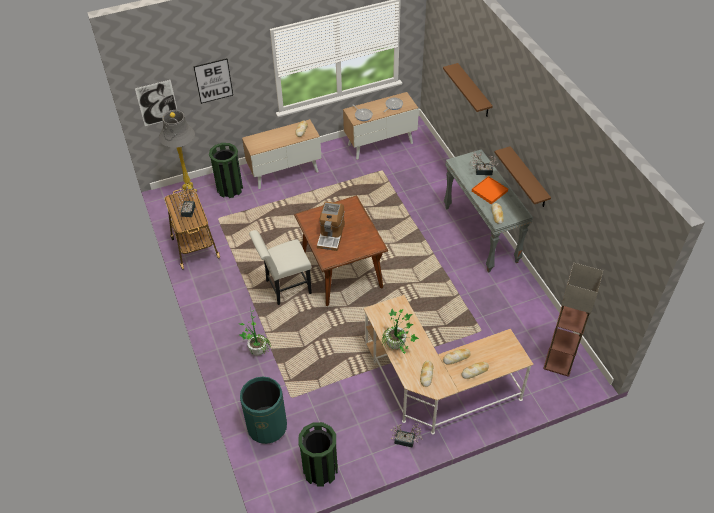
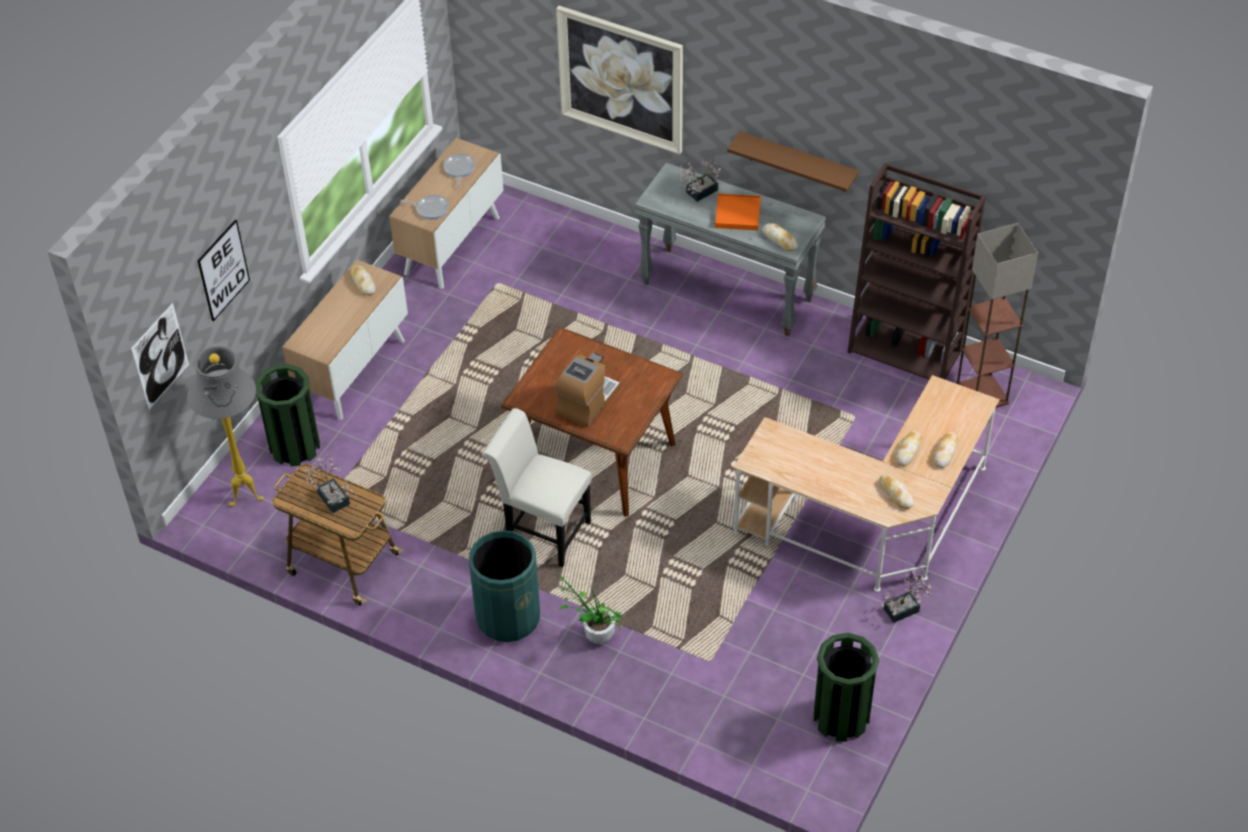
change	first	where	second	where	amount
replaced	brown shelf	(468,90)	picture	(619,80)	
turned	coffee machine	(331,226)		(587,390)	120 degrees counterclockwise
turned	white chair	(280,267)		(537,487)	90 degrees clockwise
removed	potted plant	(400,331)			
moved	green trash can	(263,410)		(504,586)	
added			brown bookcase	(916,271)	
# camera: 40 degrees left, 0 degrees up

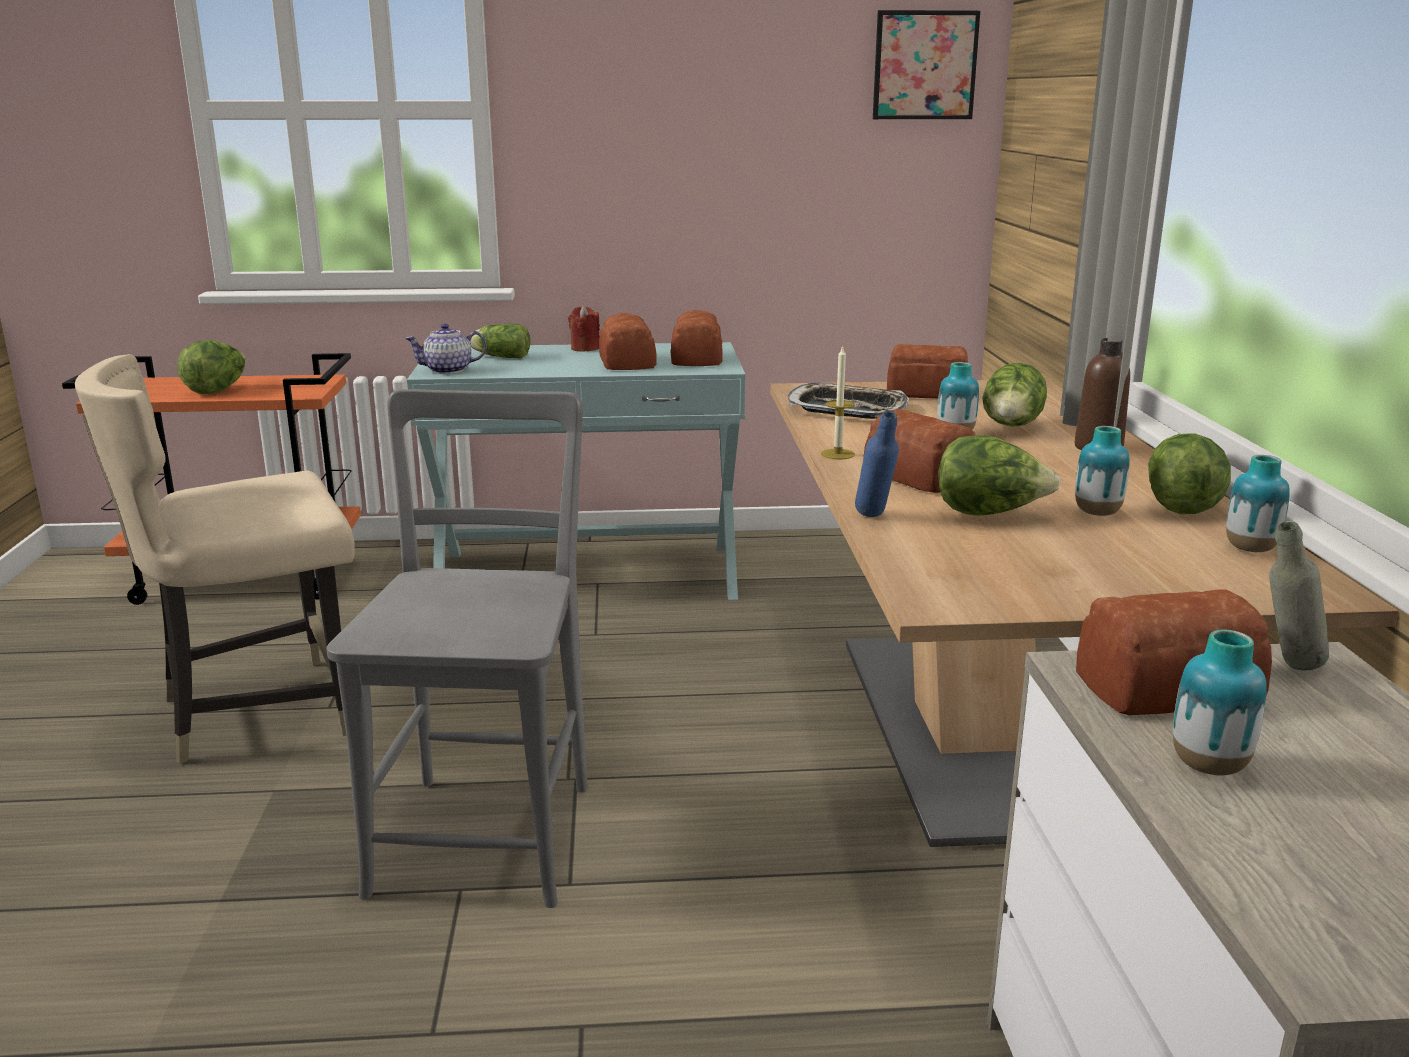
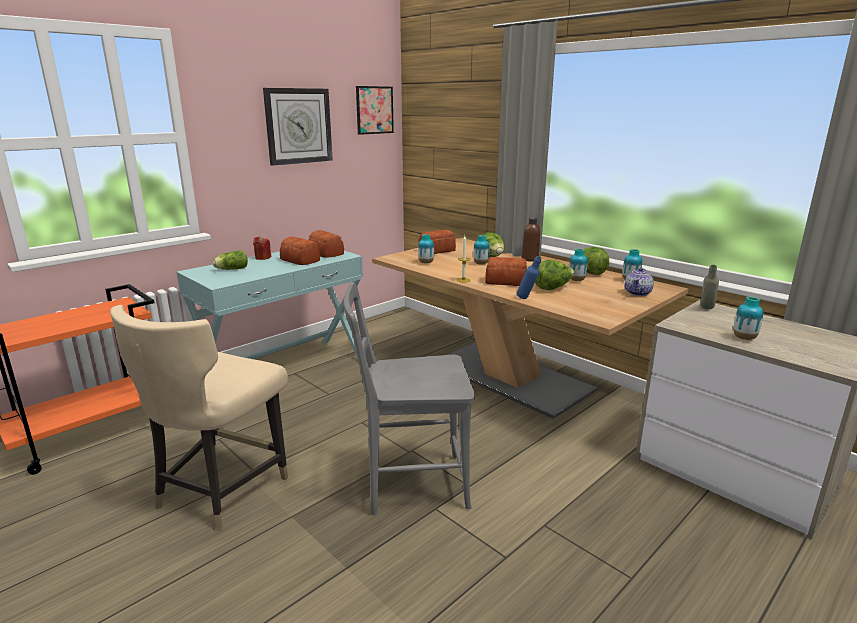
change	first	where	second	where	amount
moved	teapot	(445,349)		(639,282)	
removed	lettuce	(211,367)			
replaced	tray	(848,401)	vase	(426,249)	
turned	grey chair	(457,648)		(409,398)	60 degrees counterclockwise
removed	bread	(1174,652)			
added			wall clock	(298,127)	
# camera: 40 degrees left, 0 degrees up

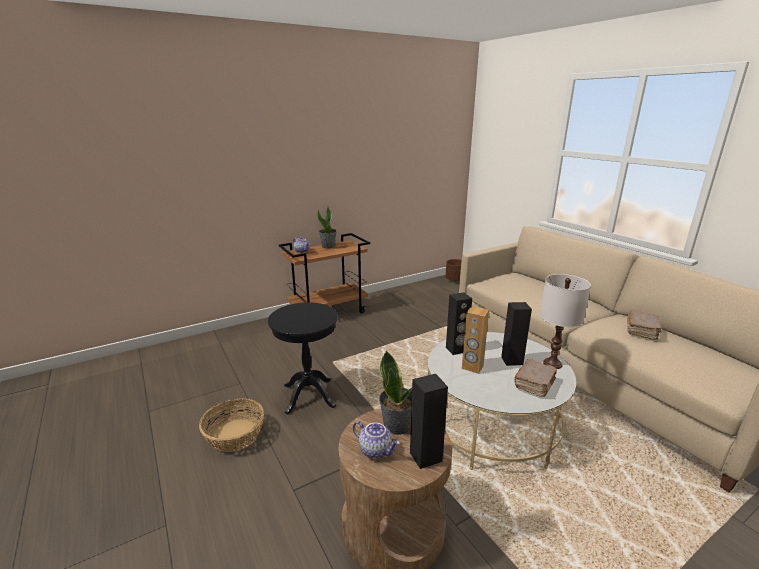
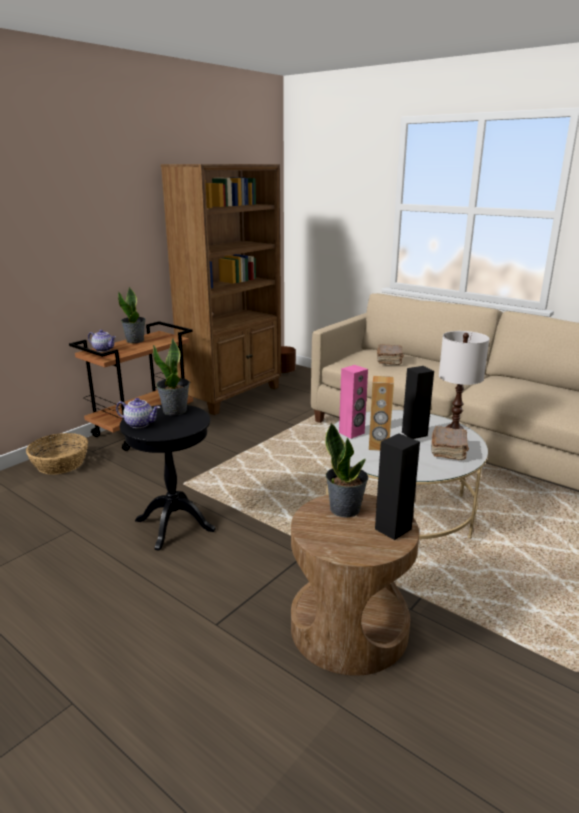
change	first	where	second	where	amount
recoloured	black speaker	(459,324)	pink speaker	(353,402)	
moved	brown book	(644,325)		(390,354)	
moved	basket	(231,425)		(57,454)	
moved	teapot	(376,440)		(138,413)	
added			brown bookcase	(221,289)	
added			potted plant	(171,376)	
# camera: 20 degrees left, 0 degrees up

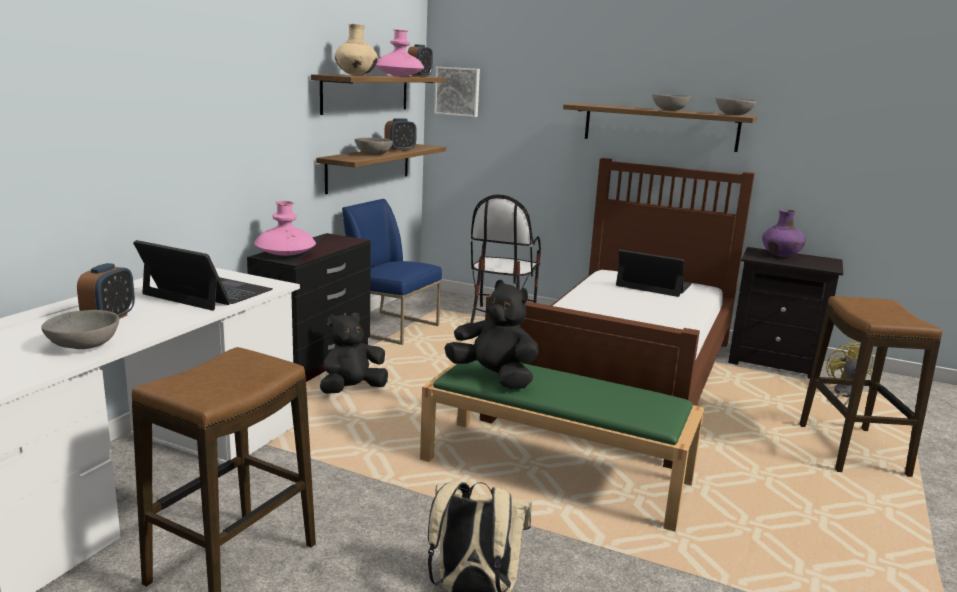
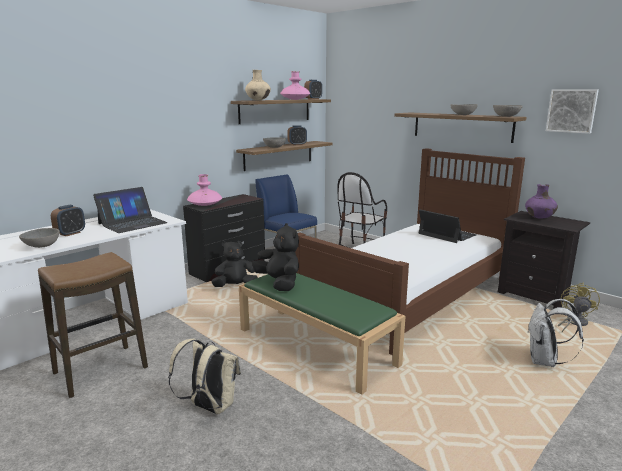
change	first	where	second	where	amount
moved	picture	(457,92)		(572,112)	
turned	laptop	(202,275)		(130,210)	90 degrees clockwise
replaced	stool	(870,386)	white backpack	(555,333)	
# camera: 20 degrees right, 0 degrees up

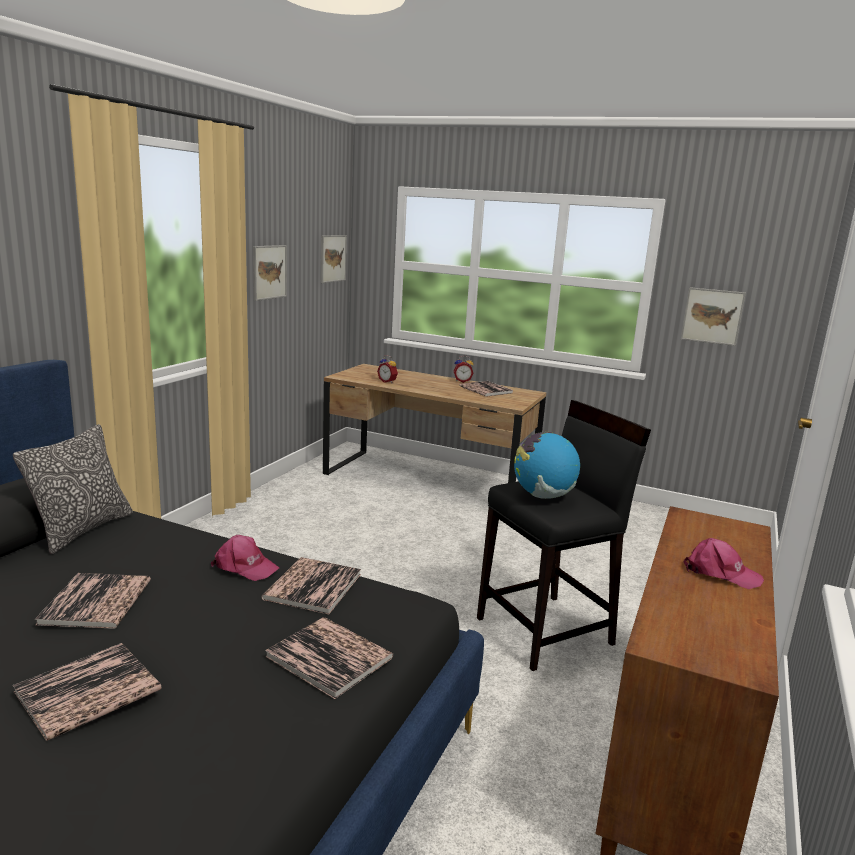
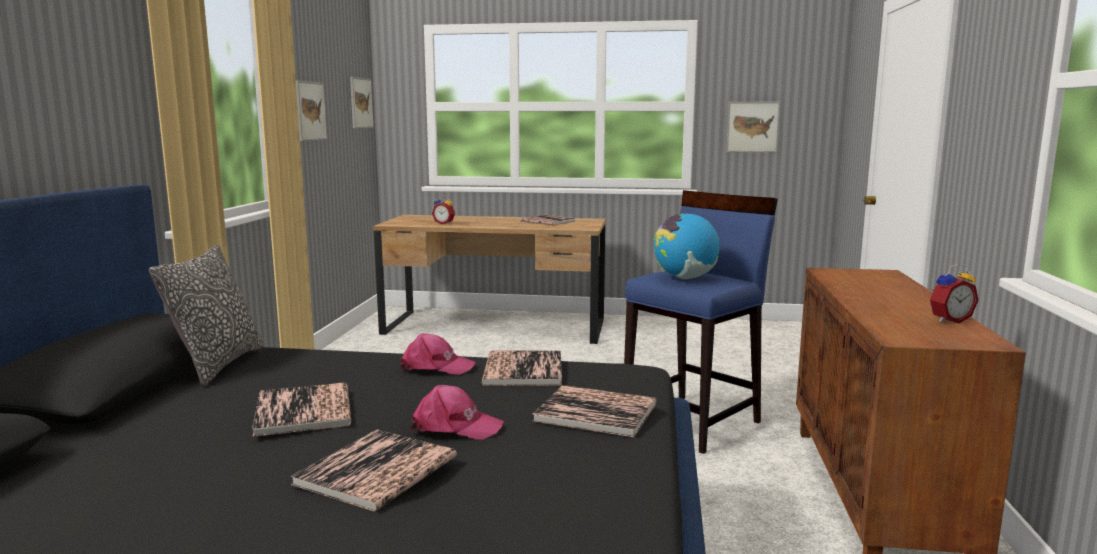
change	first	where	second	where	amount
moved	alarm clock	(463,369)		(954,293)	
recoloured	black stool	(564,535)	blue stool	(701,322)	
moved	pink cap	(724,563)		(457,412)	
# camera: 15 degrees left, 5 degrees down

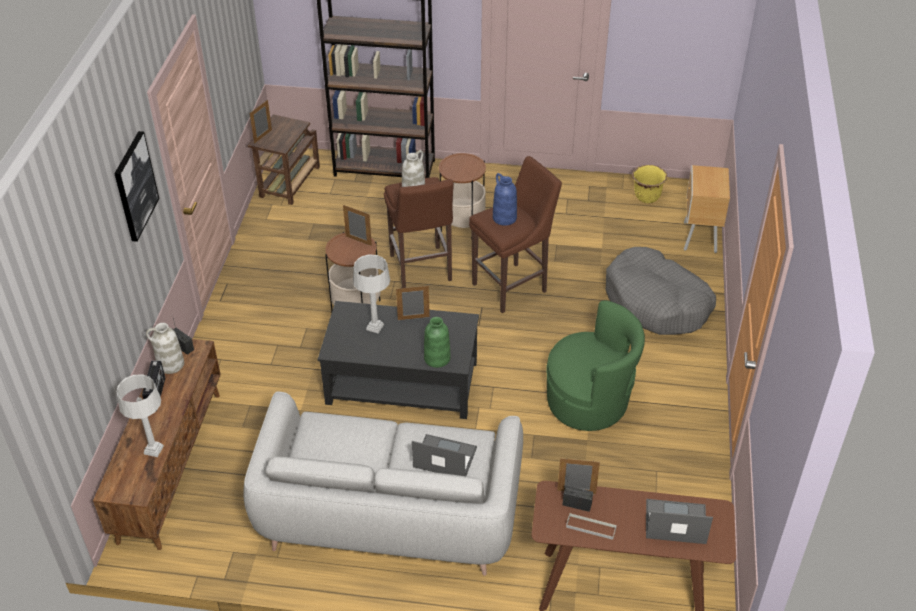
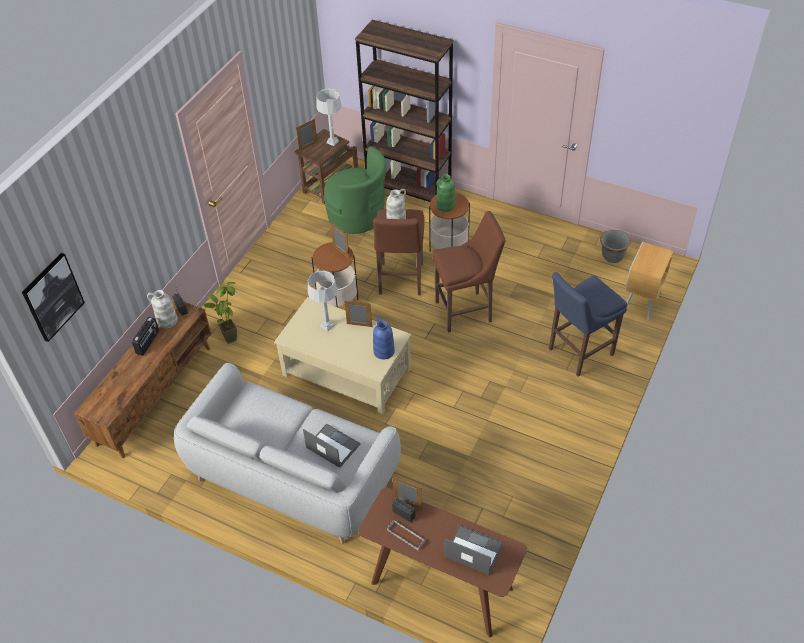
change	first	where	second	where	amount
moved	picture	(136,186)		(53,297)	
recoloured	yellow planter	(649,184)	grey planter	(615,246)	
moved	blue vase	(505,199)		(384,338)	
replaced	grey dog bed	(661,291)	blue stool	(588,324)	
moved	green armchair	(595,365)		(355,190)	
recoloured	black coffee table	(398,360)	beige coffee table	(342,355)	
moved	green vase	(437,342)		(445,193)	
moved	grey table lamp	(140,415)		(329,117)	
added			potted plant	(220,313)	
# camera: 20 degrees right, 5 degrees up

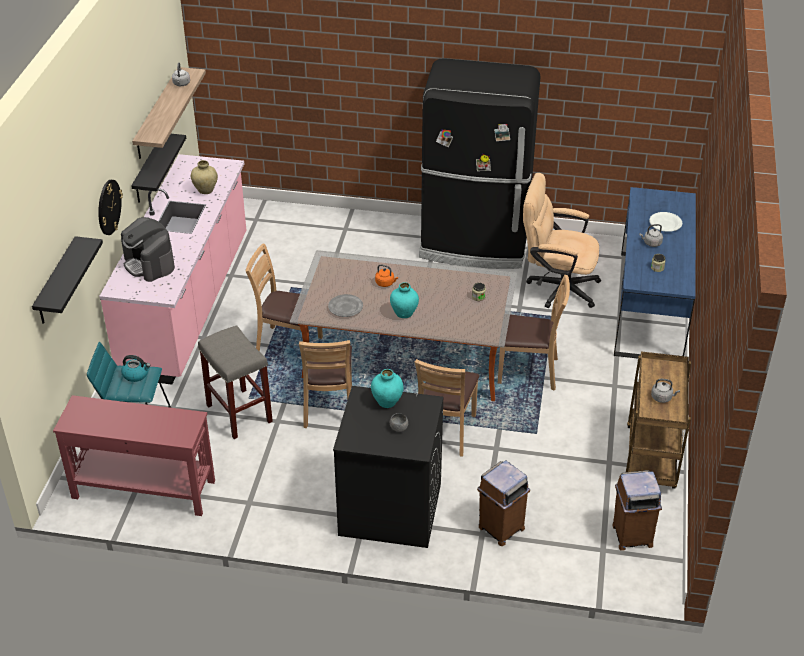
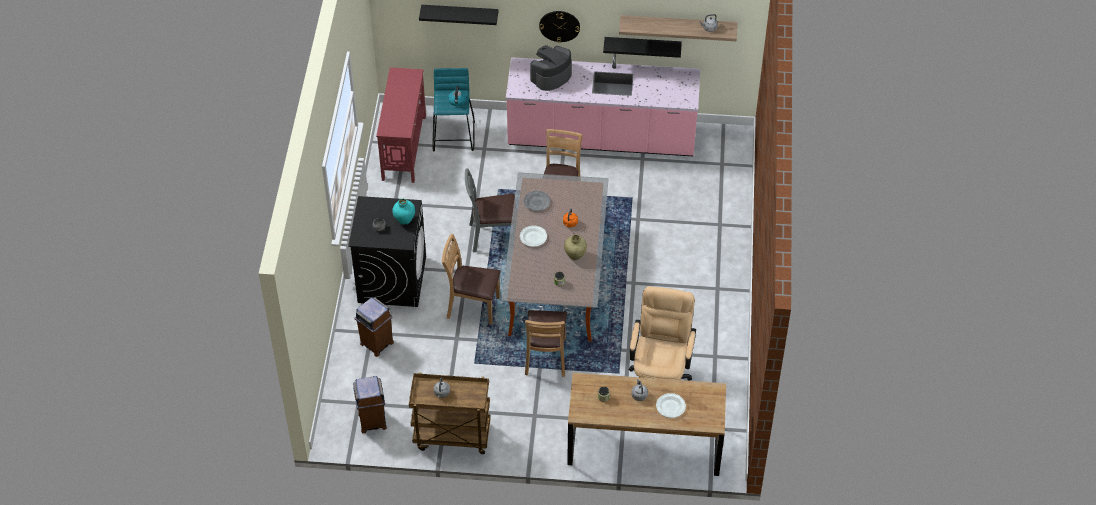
change	first	where	second	where	amount
removed	black fridge	(479,163)			
moved	beige vase	(204,177)		(575,247)	
recoloured	blue desk	(655,273)	brown desk	(646,424)	
replaced	turquoise vase	(404,300)	white plate	(533,236)	
removed	grey stool	(235,382)			
recoloured	brown chair	(325,384)	grey chair	(490,210)	
# camera: 85 degrees right, 10 degrees up

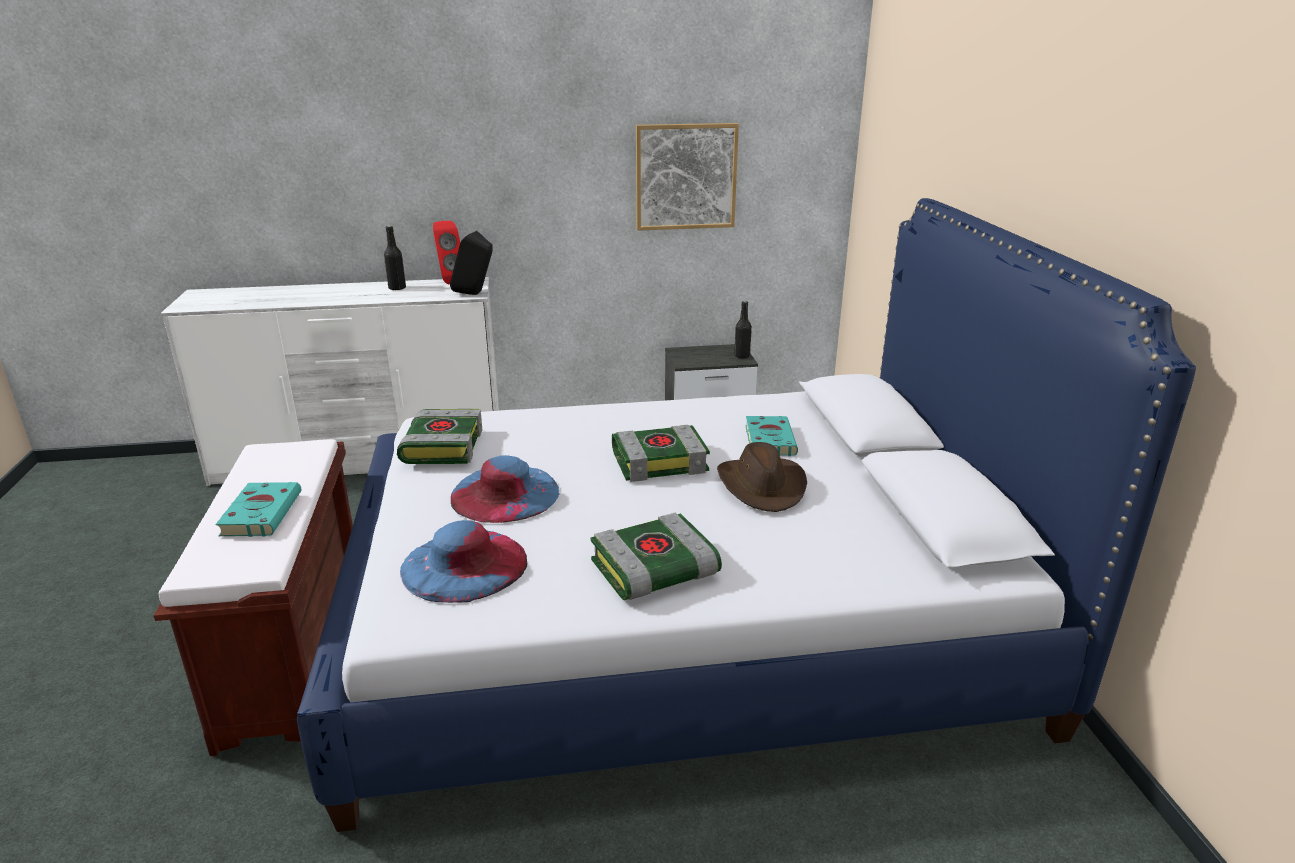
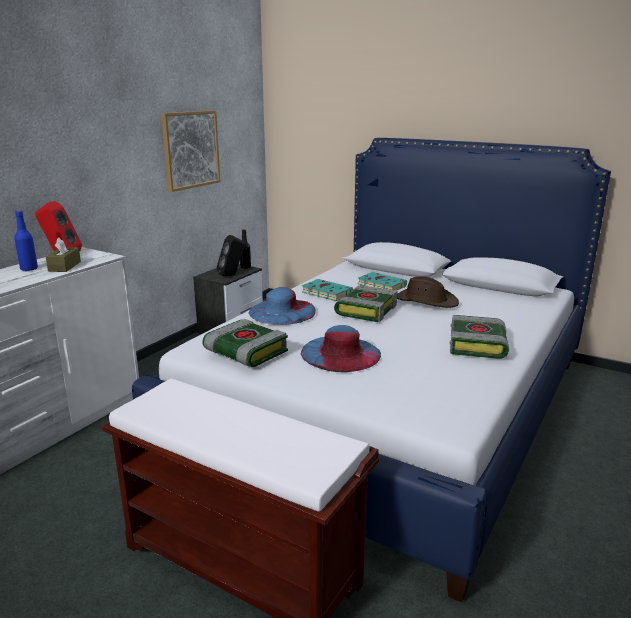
change	first	where	second	where	amount
recoloured	black bottle	(395,258)	blue bottle	(26,241)	
moved	black speaker	(471,263)		(230,255)	
moved	turquoise book	(258,509)		(327,290)	
moved	blue hat	(463,561)		(282,306)	
added			brown tissue box	(63,255)	
# camera: 50 degrees left, 5 degrees down

